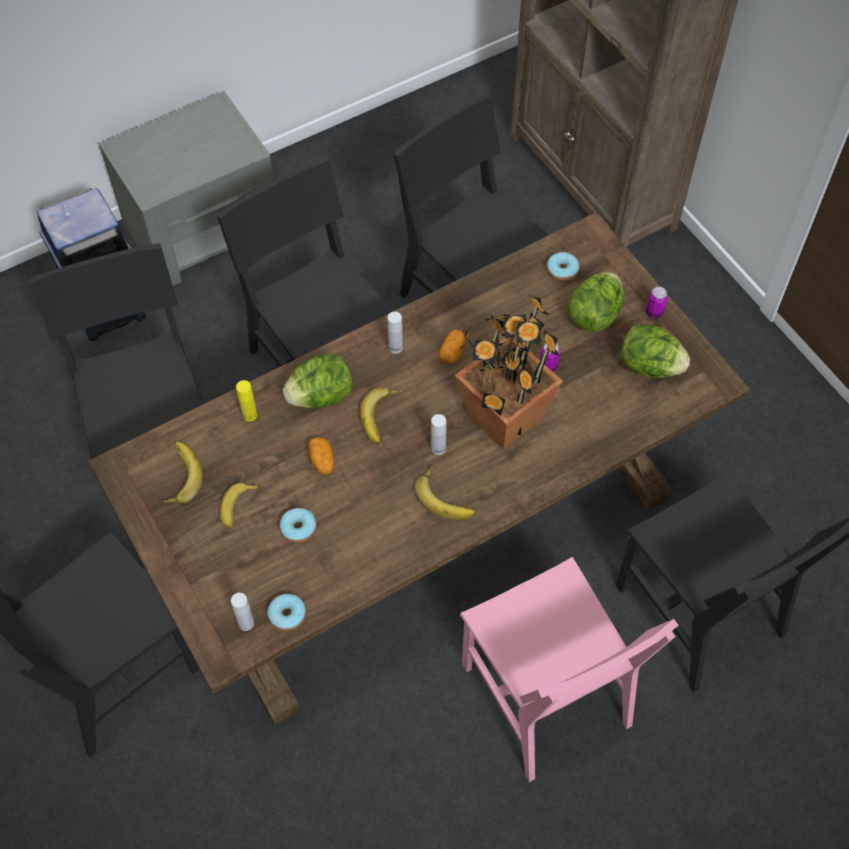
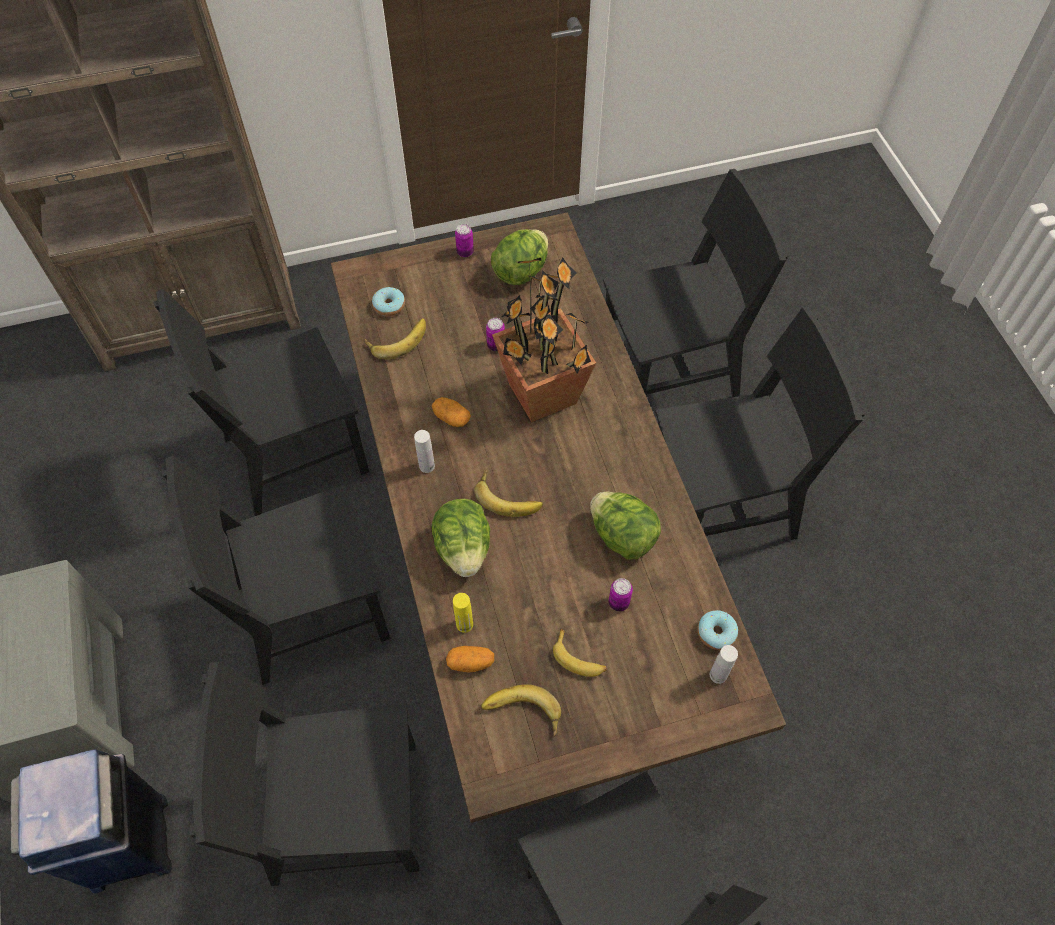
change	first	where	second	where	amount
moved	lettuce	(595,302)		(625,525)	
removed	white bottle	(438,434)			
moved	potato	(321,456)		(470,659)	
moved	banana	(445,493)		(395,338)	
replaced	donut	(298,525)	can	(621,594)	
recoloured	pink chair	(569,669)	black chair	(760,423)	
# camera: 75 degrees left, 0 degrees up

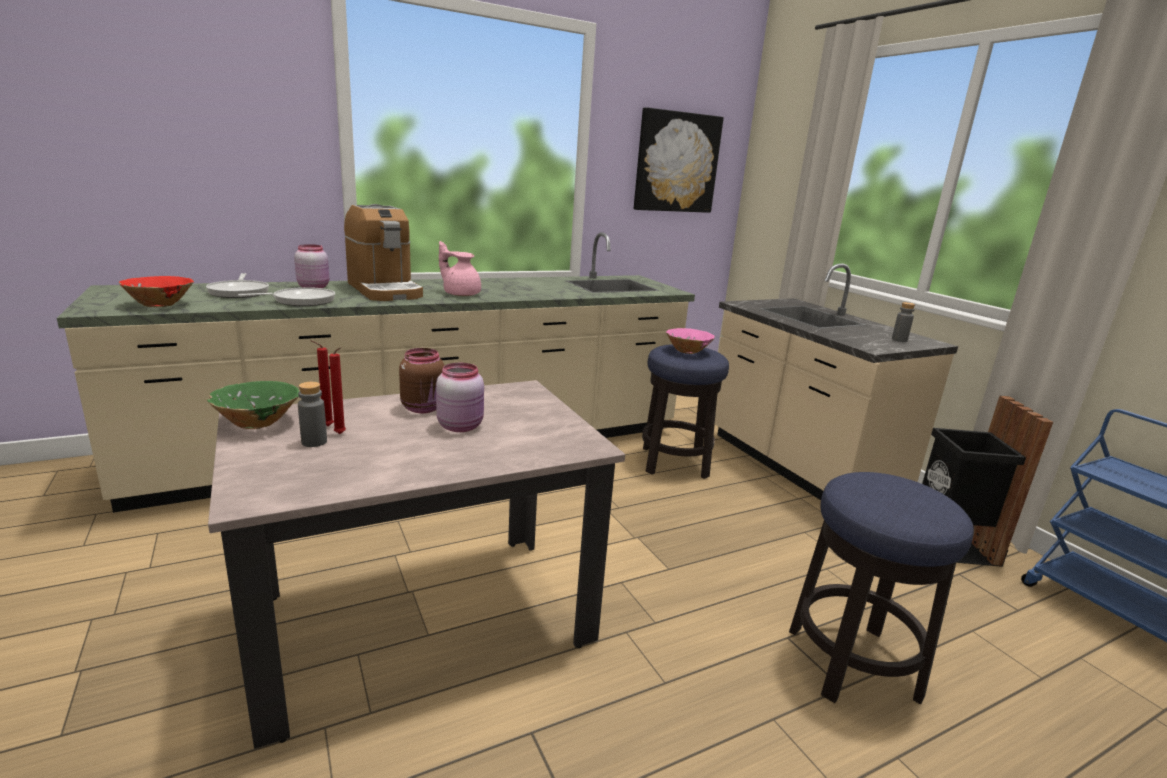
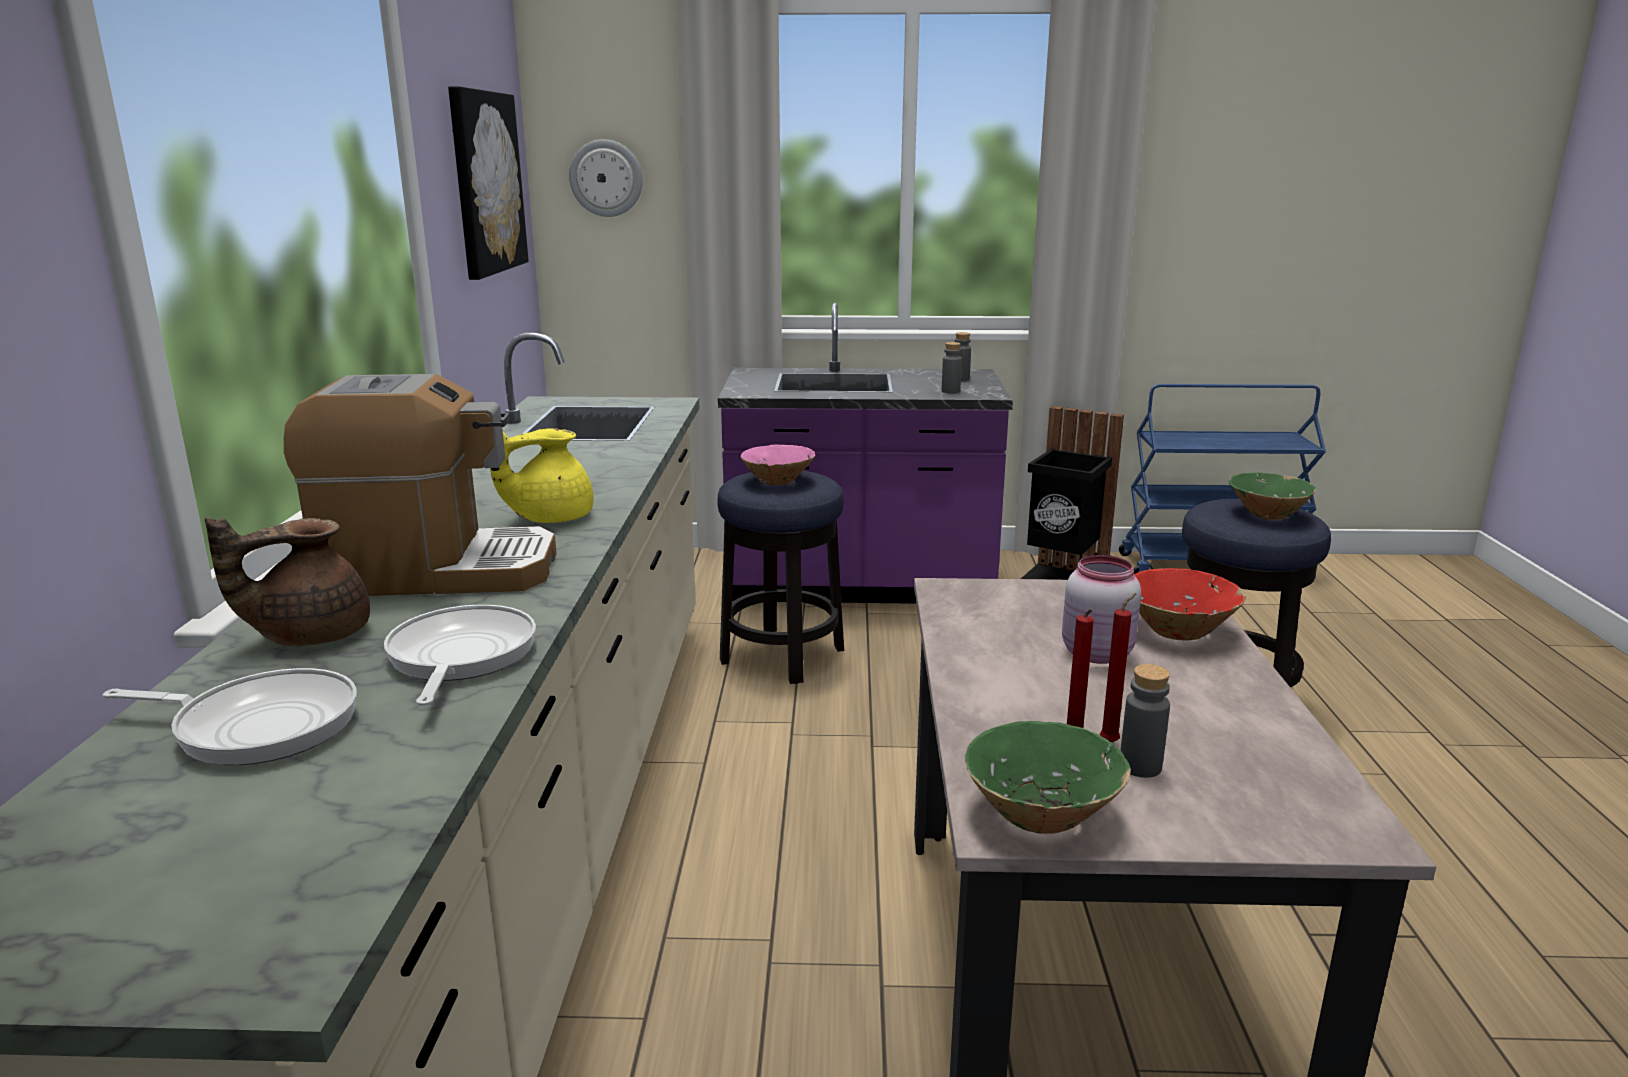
change	first	where	second	where	amount
recoloured	pink teapot	(460,268)	yellow teapot	(541,475)	
replaced	pink jar	(311,266)	brown teapot	(287,581)	
recoloured	beige counter	(836,381)	purple counter	(865,453)	
moved	red bowl	(156,291)		(1190,604)	
removed	brown jar	(421,380)			
added			wall clock	(606,178)	
added			grey bottle	(952,367)	
added			green bowl	(1272,496)	
# camera: 60 degrees left, 0 degrees up

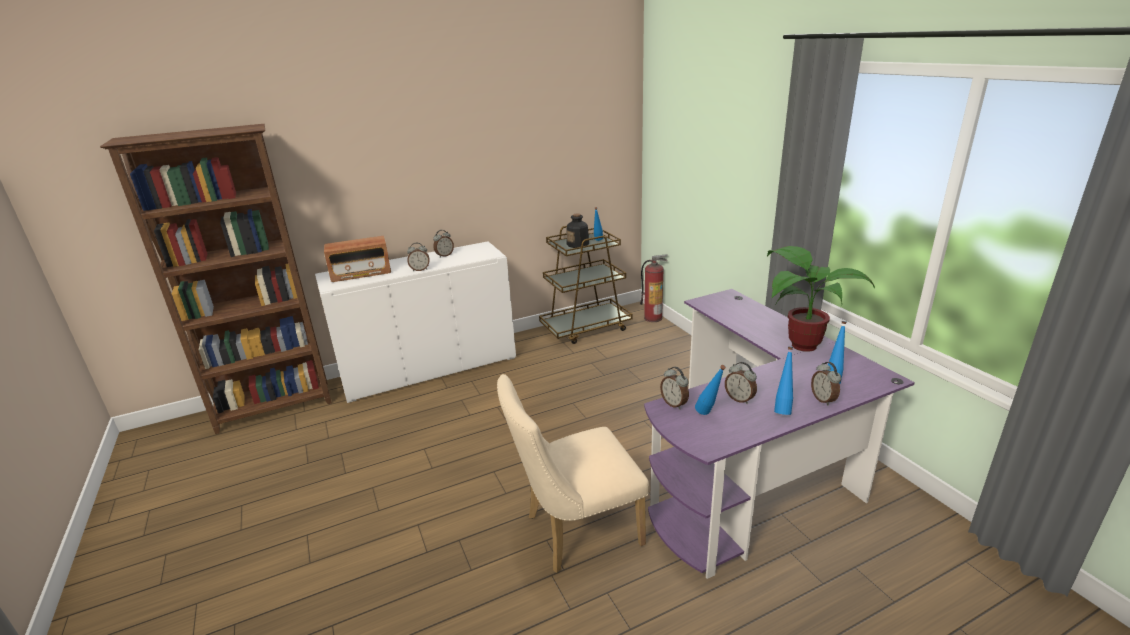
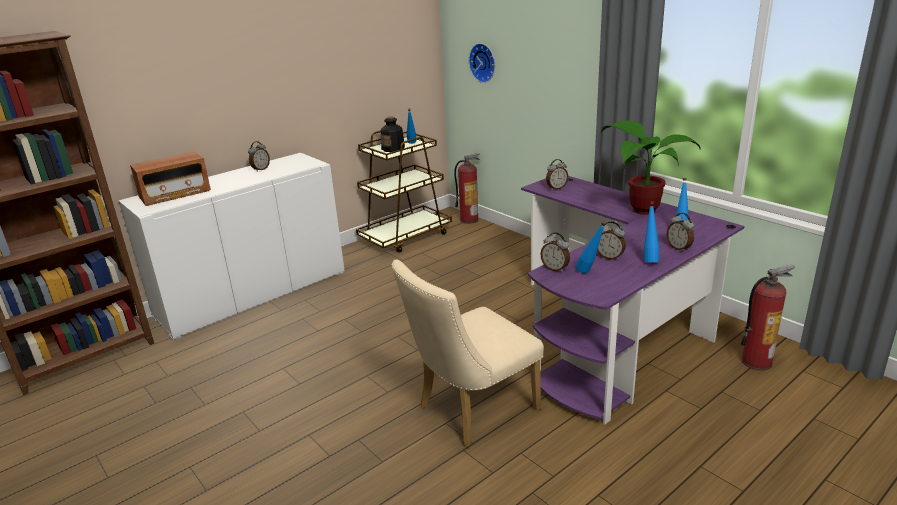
change	first	where	second	where	amount
moved	alarm clock	(418,257)		(557,174)	
added			wall clock	(482,63)	
added			fire extinguisher	(768,318)	
# camera: 15 degrees left, 0 degrees up

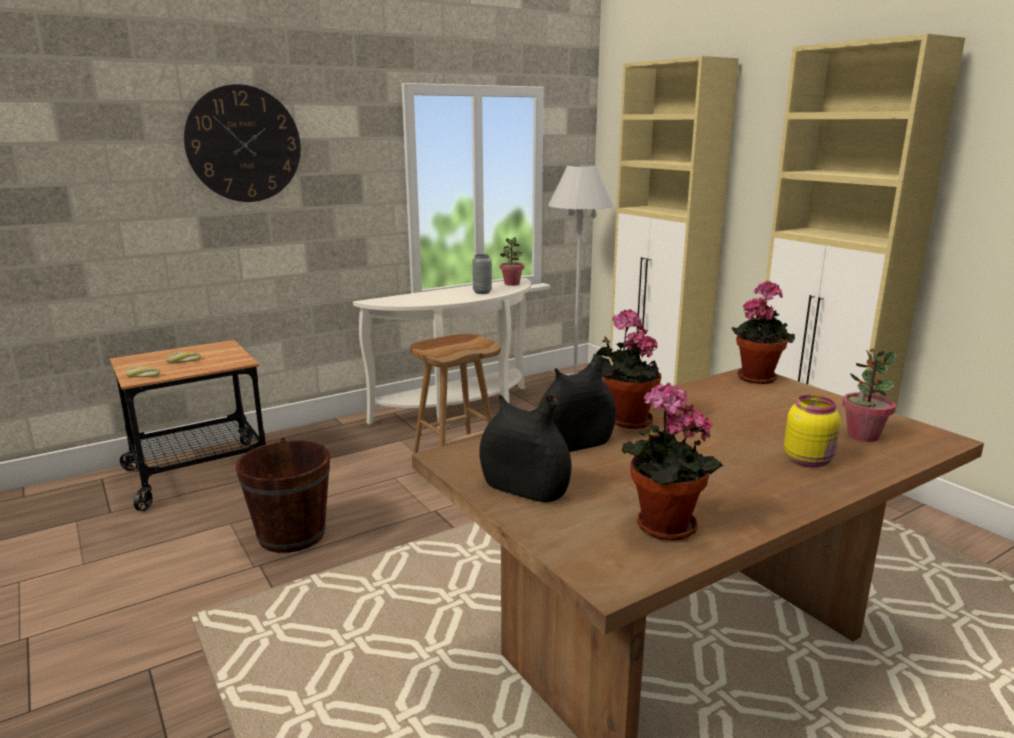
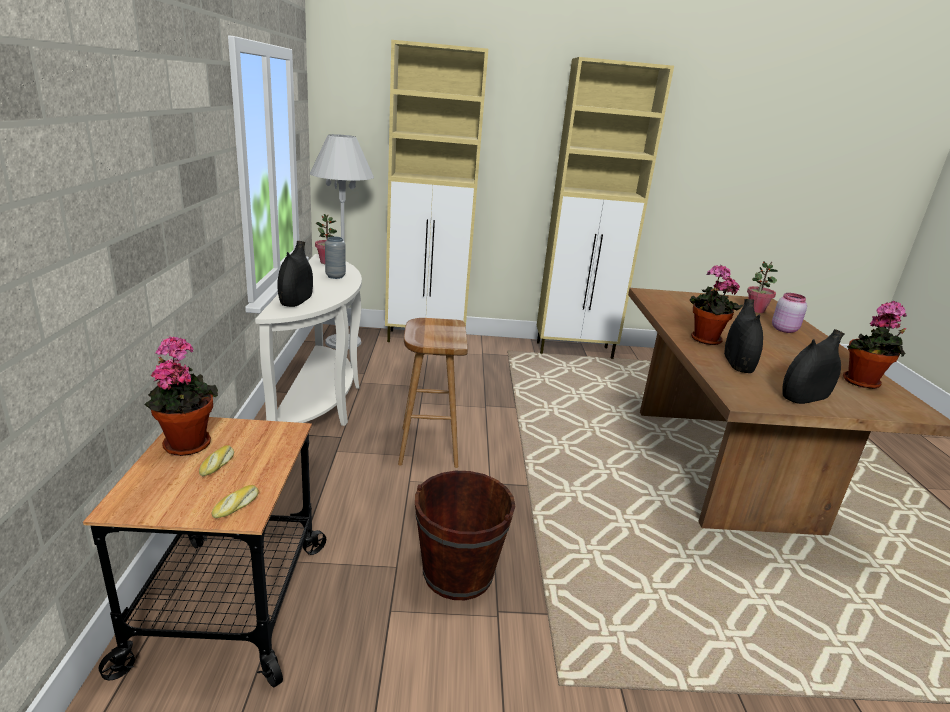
change	first	where	second	where	amount
removed	wall clock	(242,143)			
moved	potted plant	(763,332)		(181,396)	
recoloured	yellow jar	(812,431)	pink jar	(789,313)	
added			black vase	(295,274)	
# camera: 60 degrees left, 5 degrees up

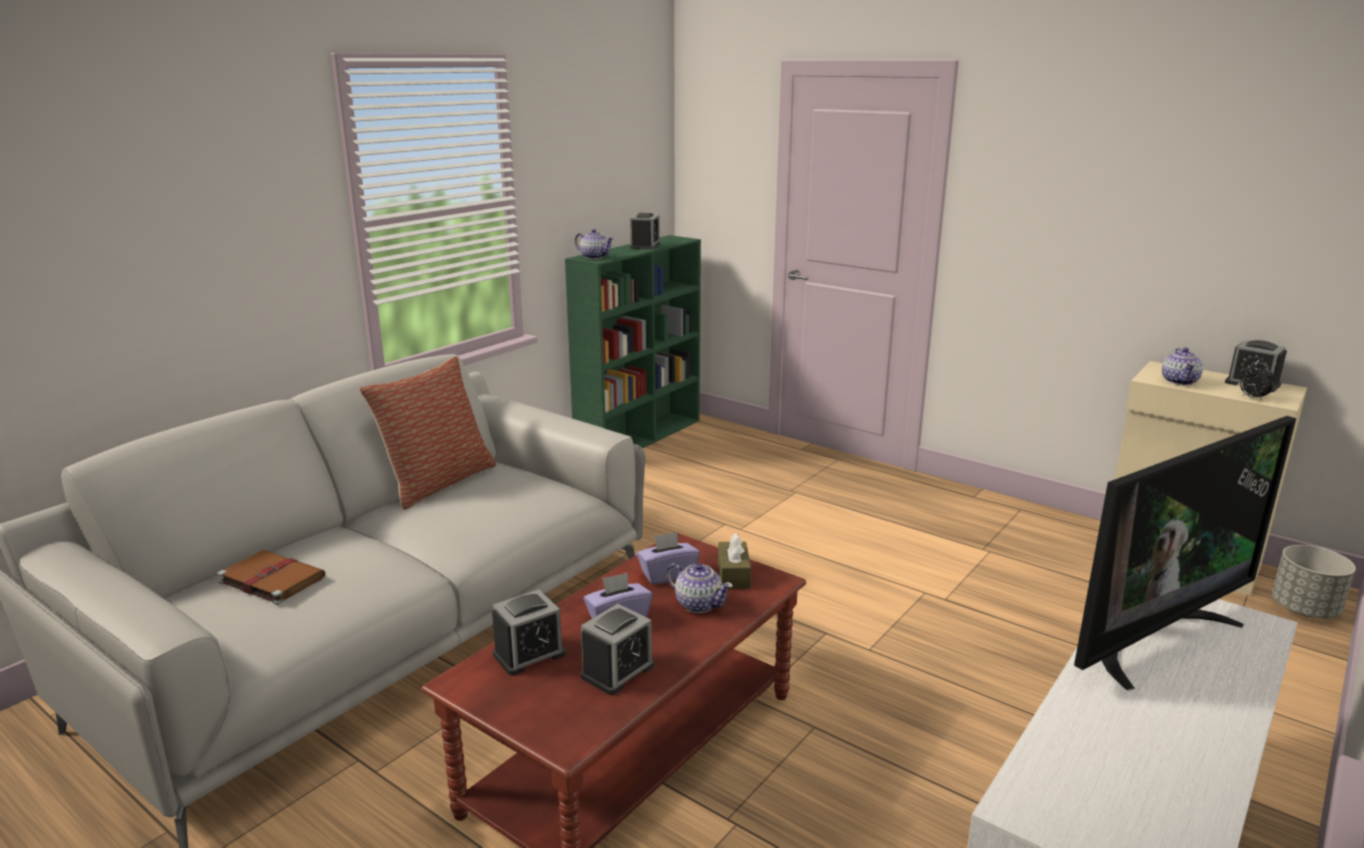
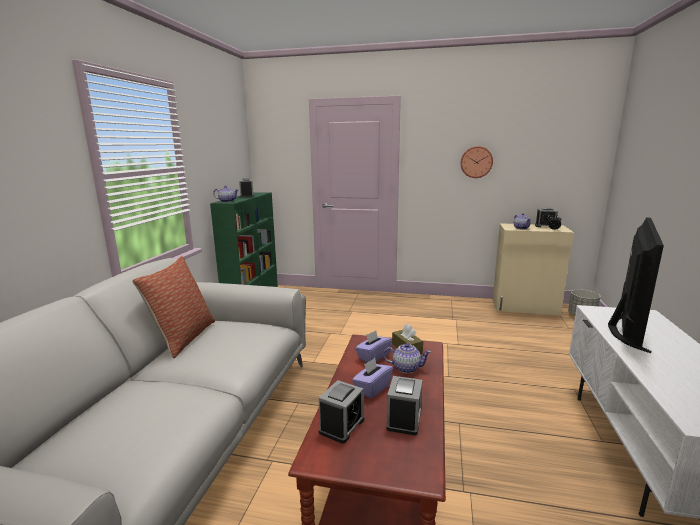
change	first	where	second	where	amount
removed	brown book	(271,577)			
added			wall clock	(477,162)	
# camera: 25 degrees left, 5 degrees down

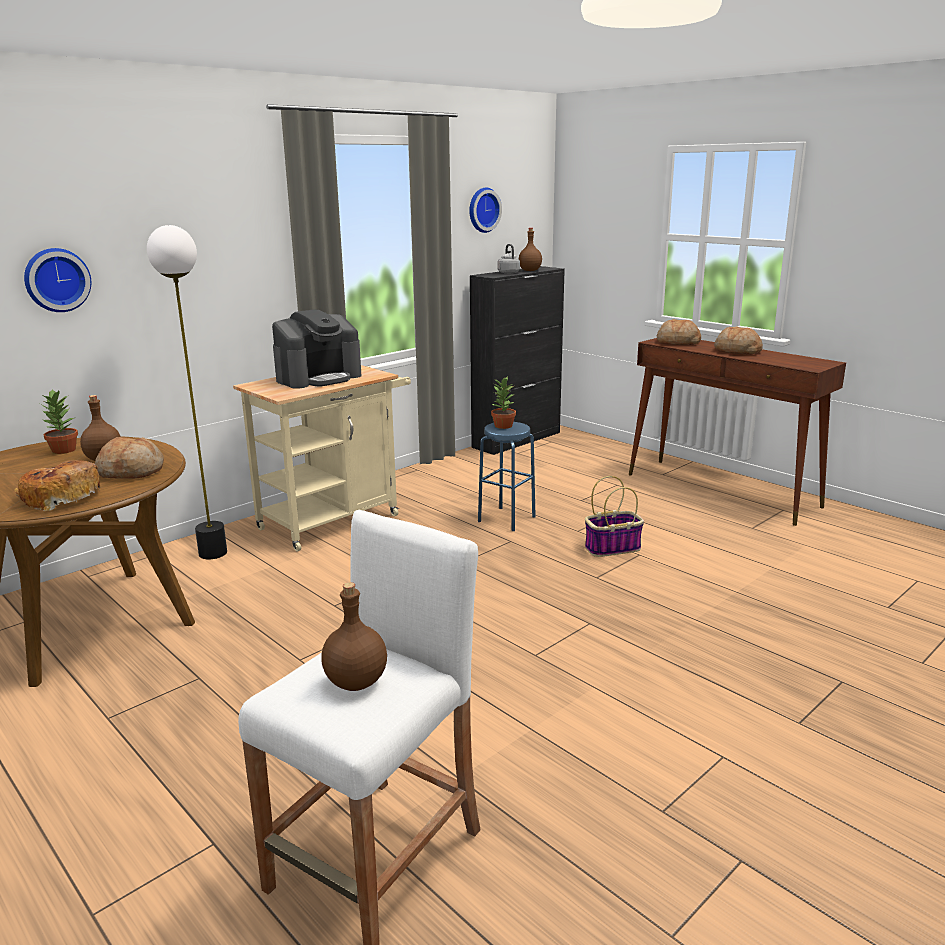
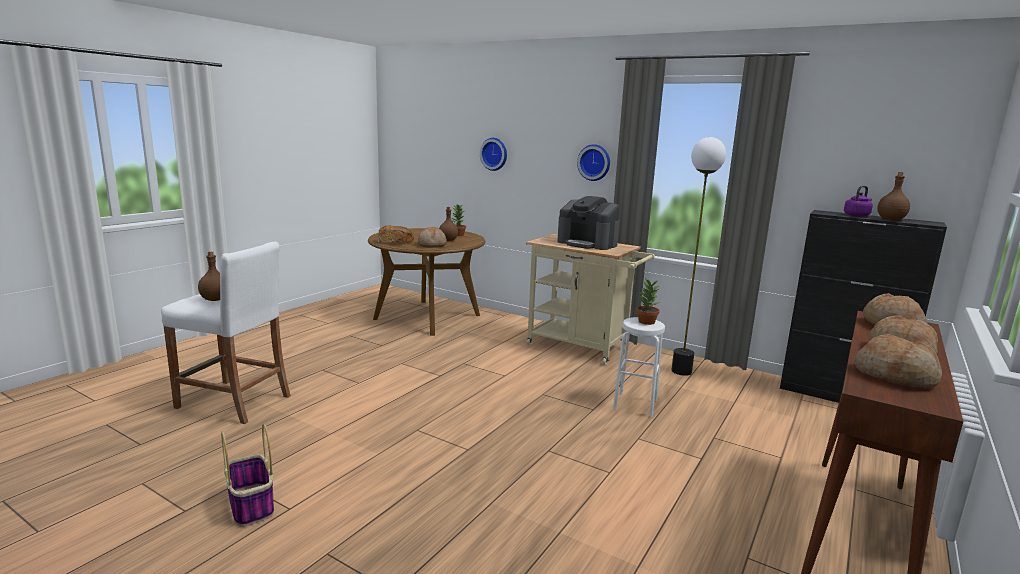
change	first	where	second	where	amount
moved	wall clock	(485,210)		(593,162)	
moved	floor lamp	(187,392)		(698,256)	
recoloured	grey kettle	(508,259)	purple kettle	(858,201)	
recoloured	blue stool	(507,476)	white stool	(639,367)	
moved	basket	(614,516)		(247,475)	
added			bread	(898,361)	
# camera: 75 degrees right, 5 degrees down

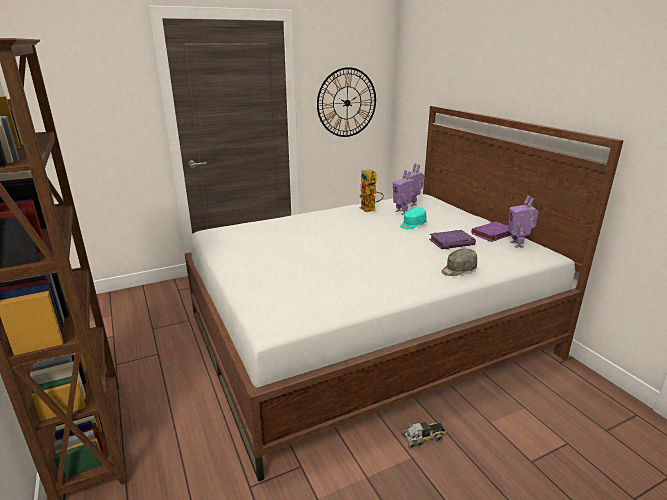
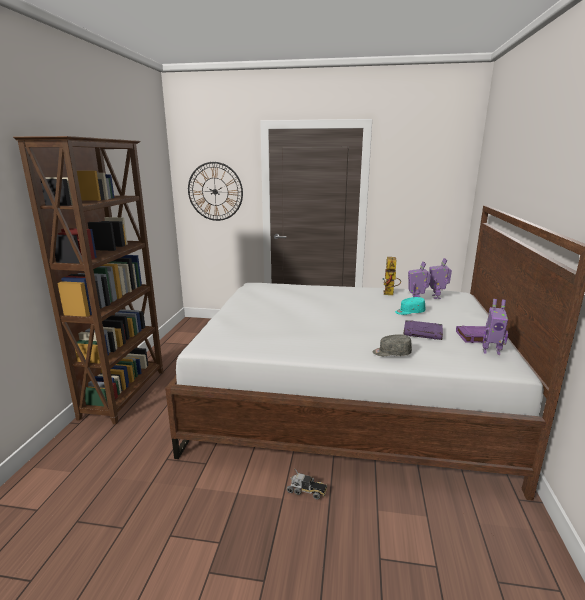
change	first	where	second	where	amount
moved	wall clock	(346,102)		(215,191)	
turned	toy robot	(523,221)		(495,327)	105 degrees counterclockwise
# camera: 35 degrees right, 5 degrees down

